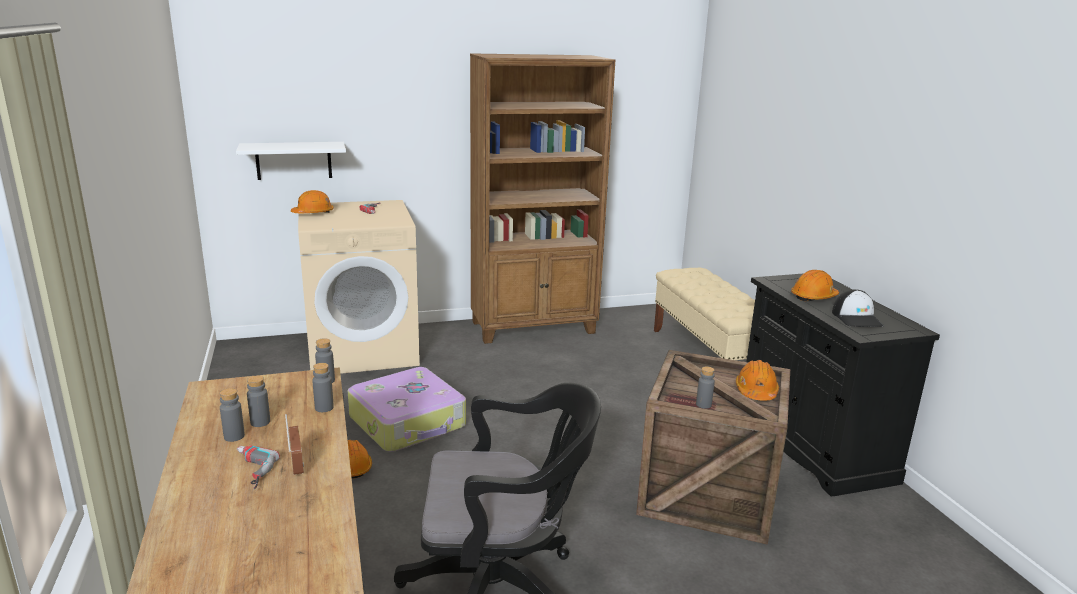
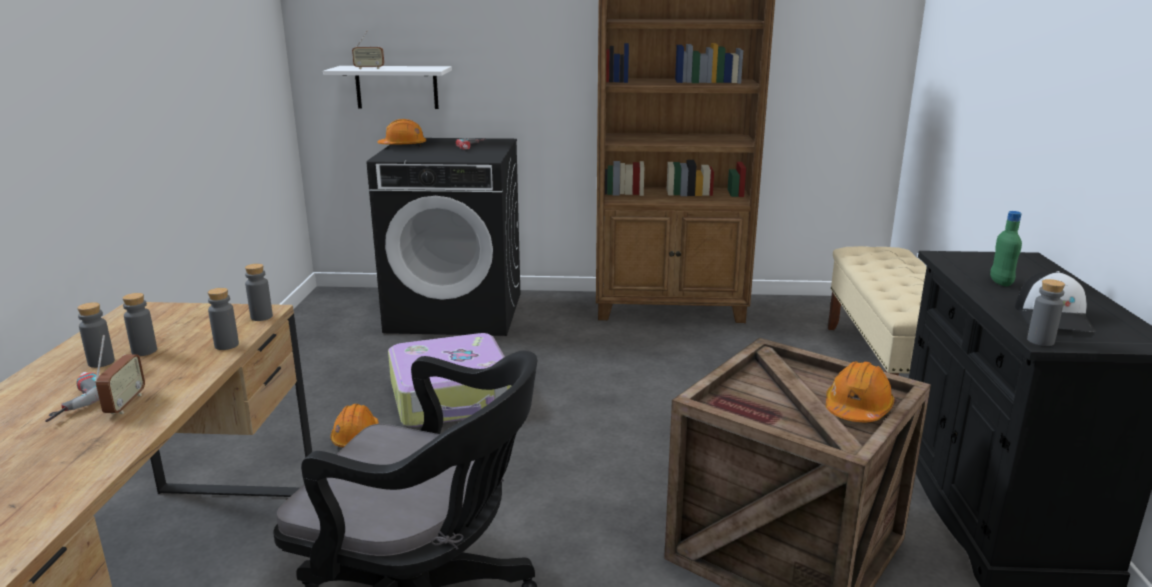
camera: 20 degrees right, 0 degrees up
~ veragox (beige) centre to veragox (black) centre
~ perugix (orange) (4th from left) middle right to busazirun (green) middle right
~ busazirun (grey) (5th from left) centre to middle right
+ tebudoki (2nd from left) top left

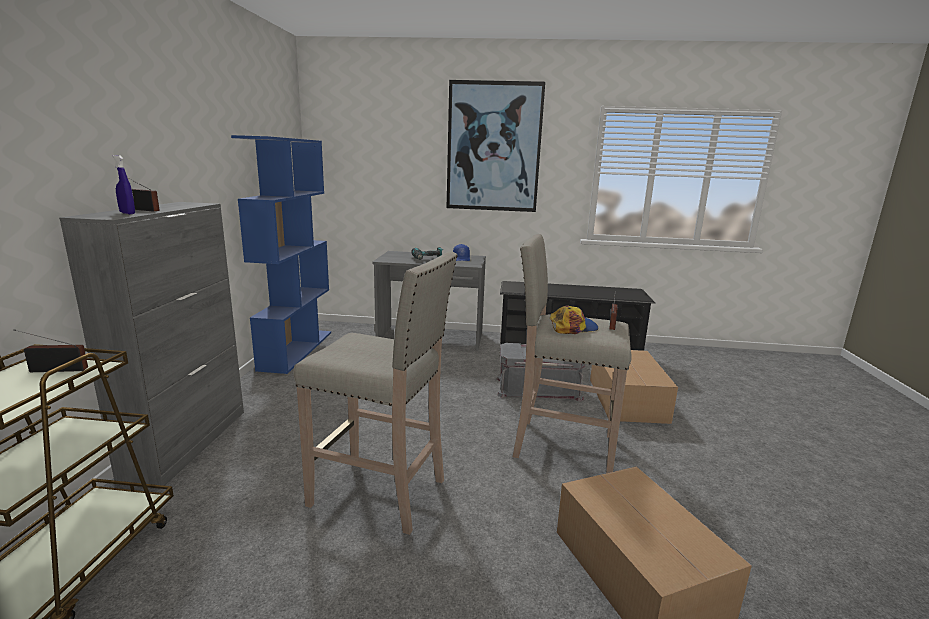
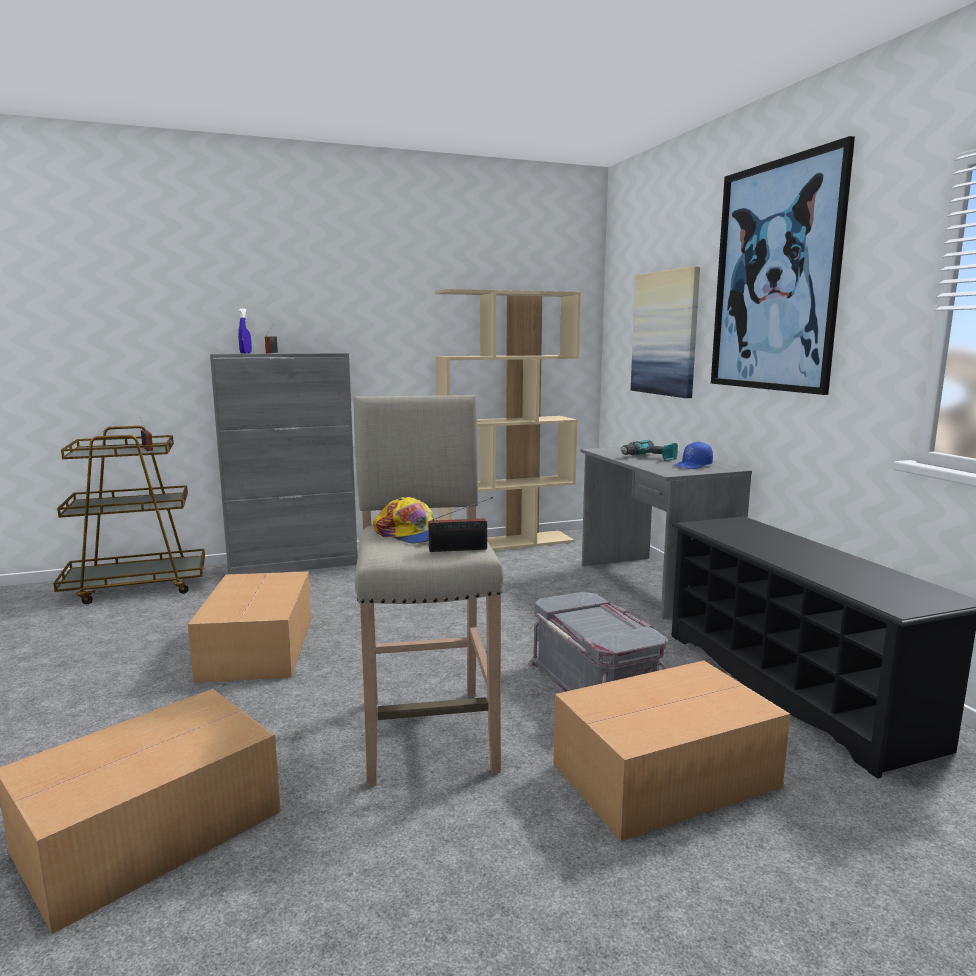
camera: 65 degrees right, 5 degrees down
~ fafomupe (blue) middle left to fafomupe (beige) centre
~ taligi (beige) (1st from left) centre to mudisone (2nd from left) middle left
+ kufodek (1st from left) middle right

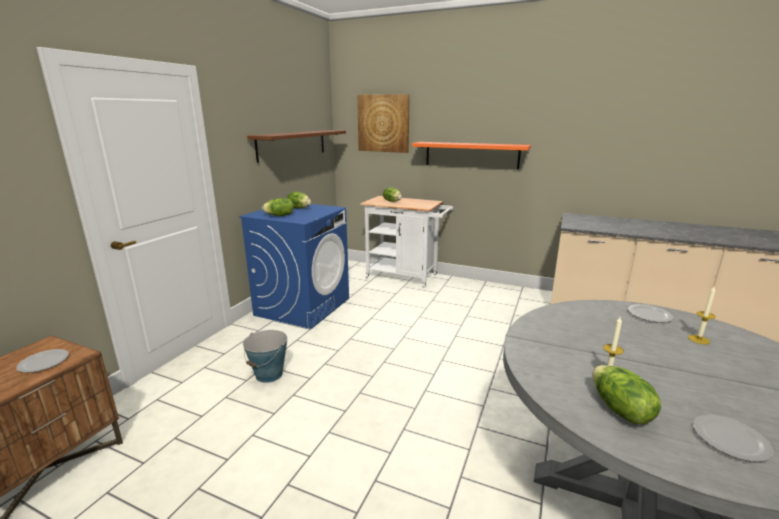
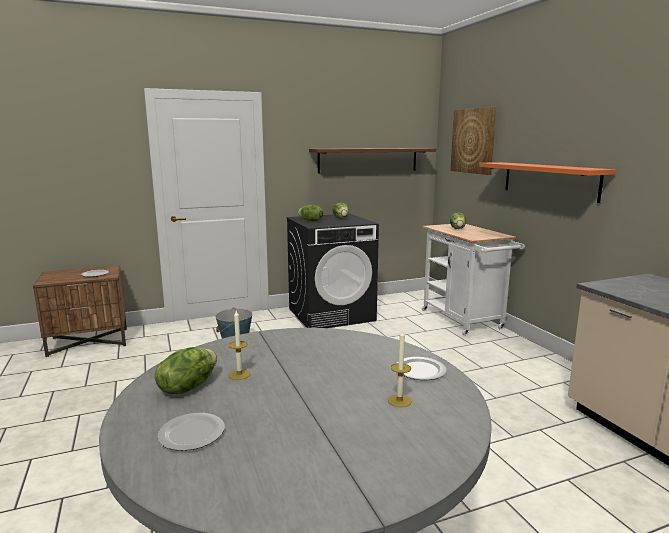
camera: 45 degrees right, 5 degrees down
~ veragox (blue) centre to veragox (black) centre

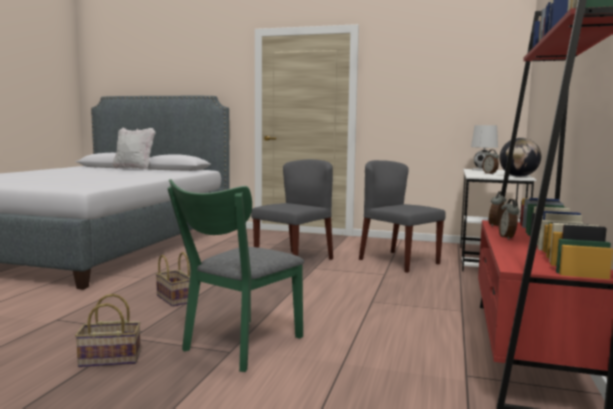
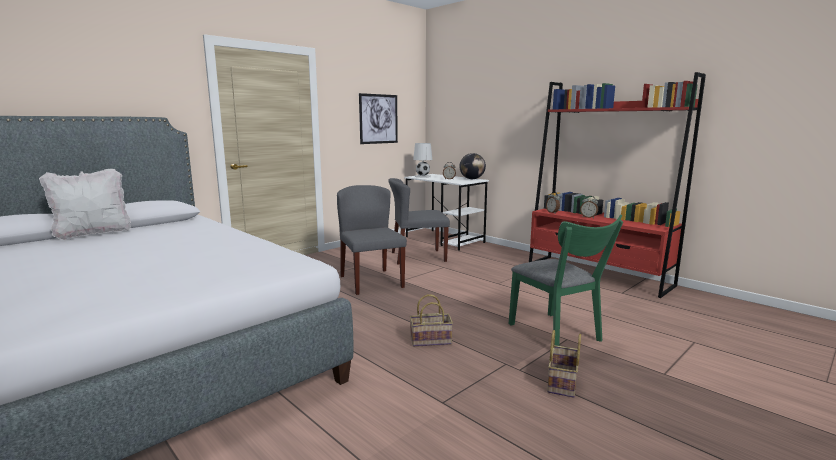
camera: 60 degrees left, 5 degrees up
+ kufodek top centre

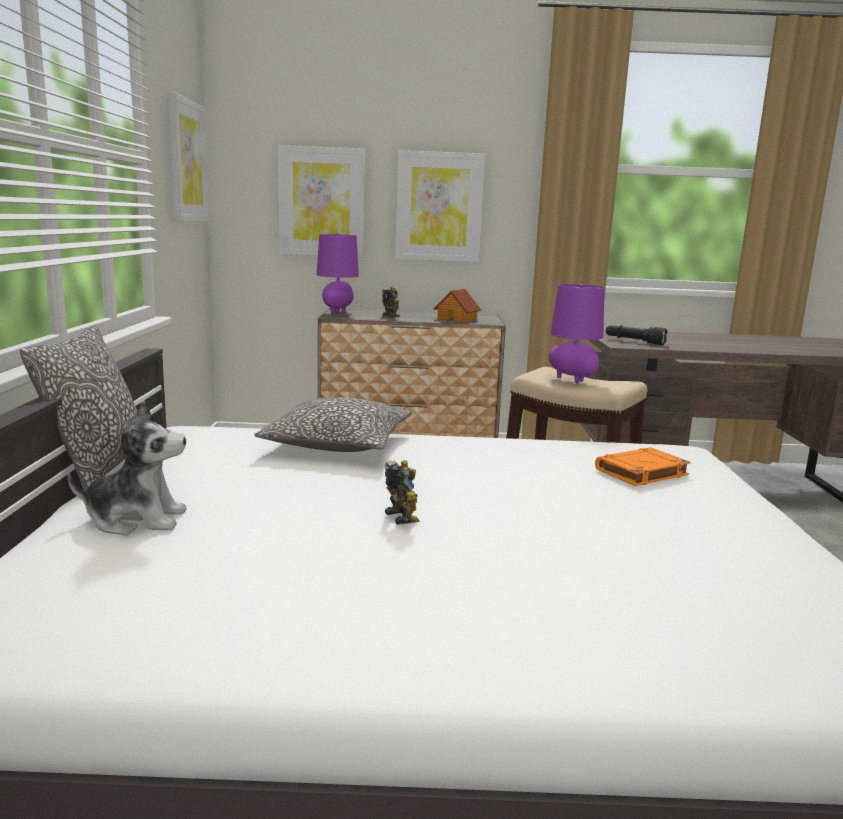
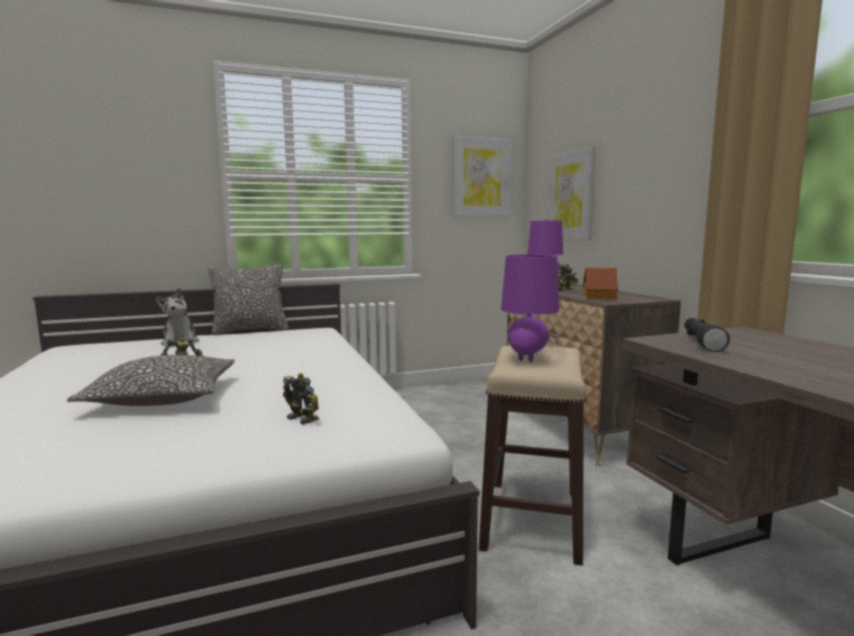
camera: 70 degrees right, 5 degrees down
- kufodek (3rd from left) top centre
~ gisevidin (2nd from left in the first image) centre to gisevidin (1st from left) middle left
~ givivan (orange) middle right to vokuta (2nd from left) centre

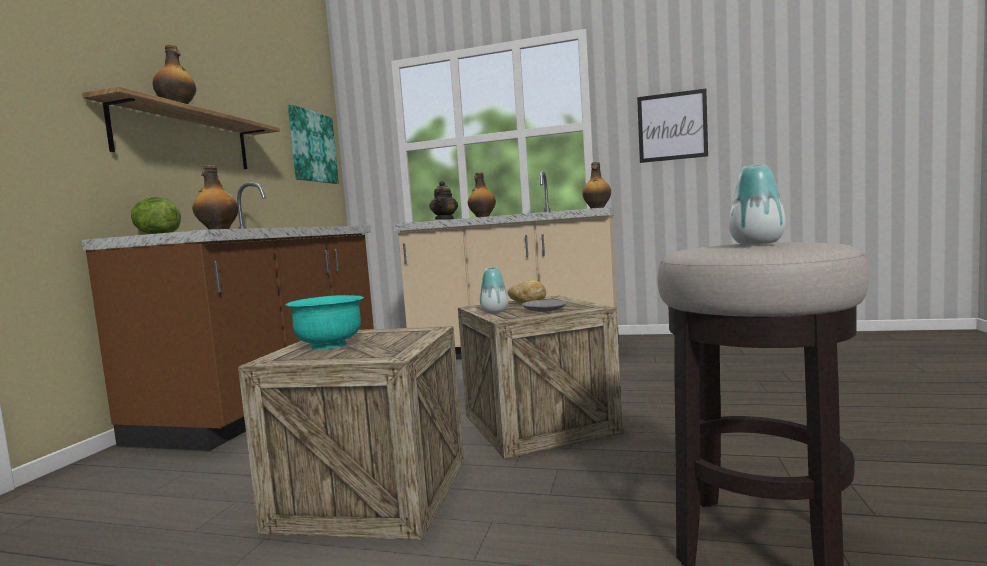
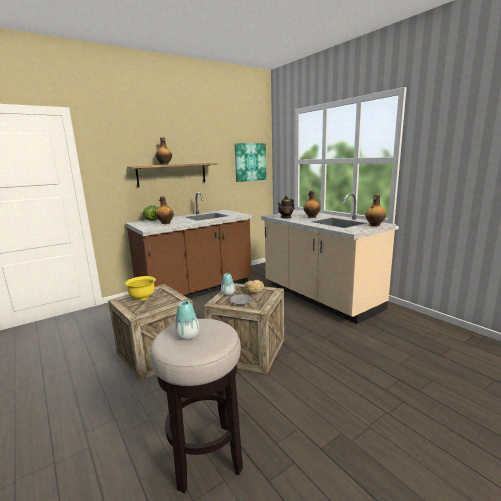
camera: 40 degrees right, 10 degrees up
- kufodek (2nd from left) top right
~ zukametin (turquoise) middle left to zukametin (yellow) middle left

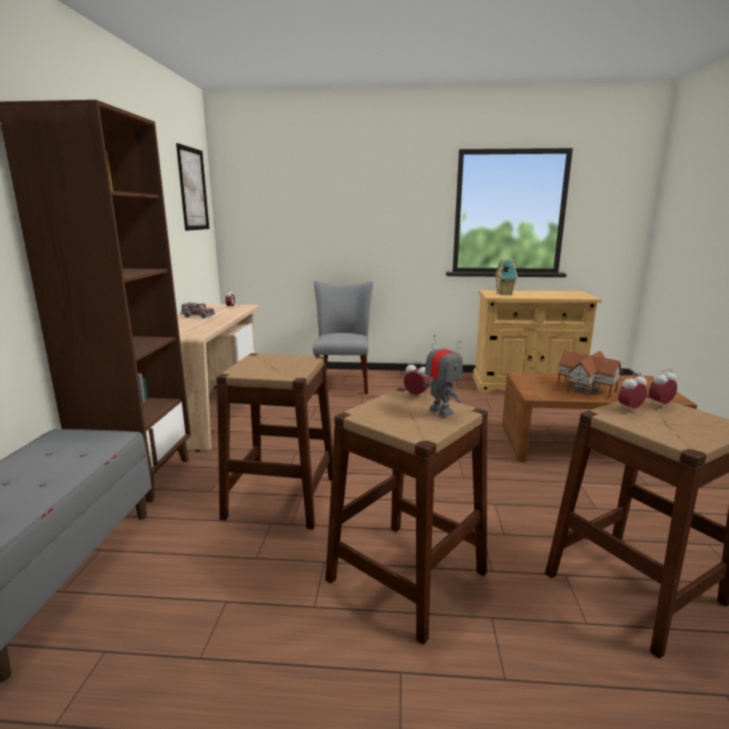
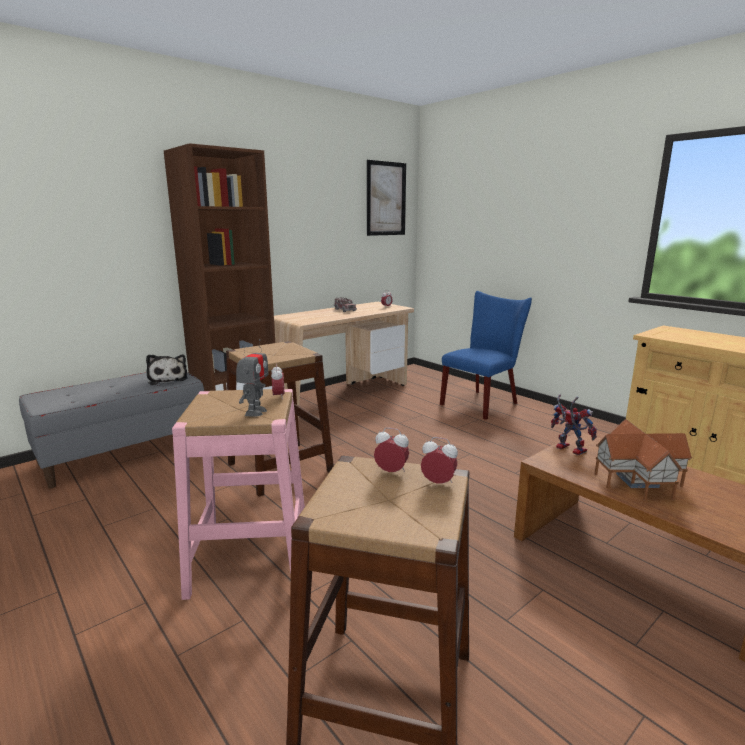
camera: 45 degrees right, 0 degrees up
- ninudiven (1st from left) middle right
~ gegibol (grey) centre to gegibol (blue) centre
~ taligi (brown) (2nd from left) bottom centre to taligi (pink) middle left
+ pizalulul middle left
+ vokuta (2nd from left) middle right

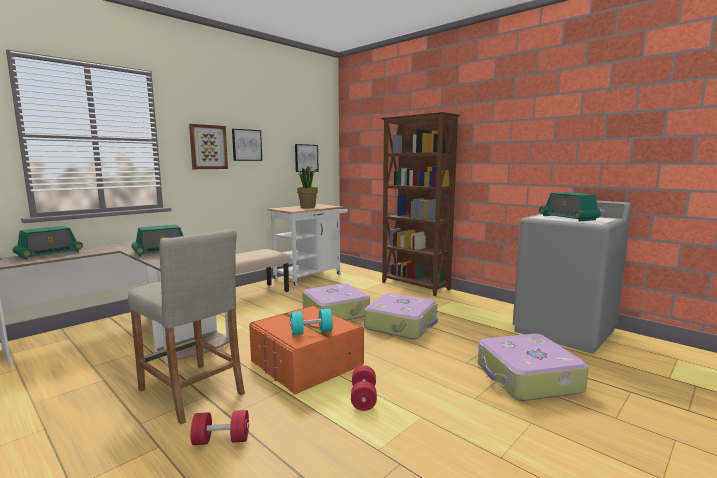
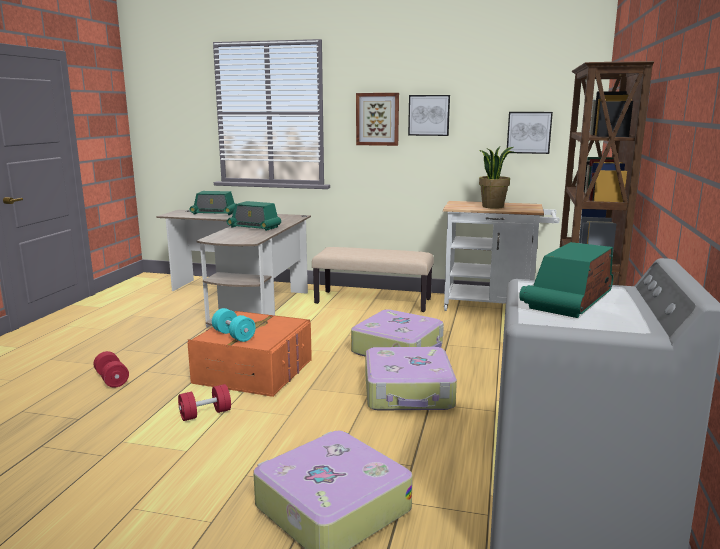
camera: 60 degrees right, 5 degrees up
- taligi (beige) bottom left

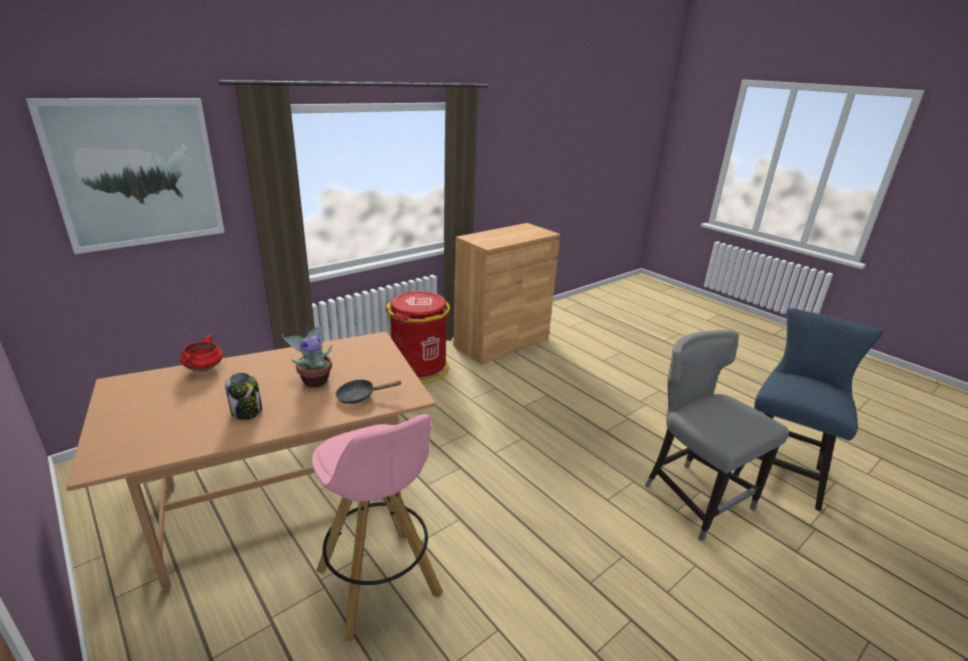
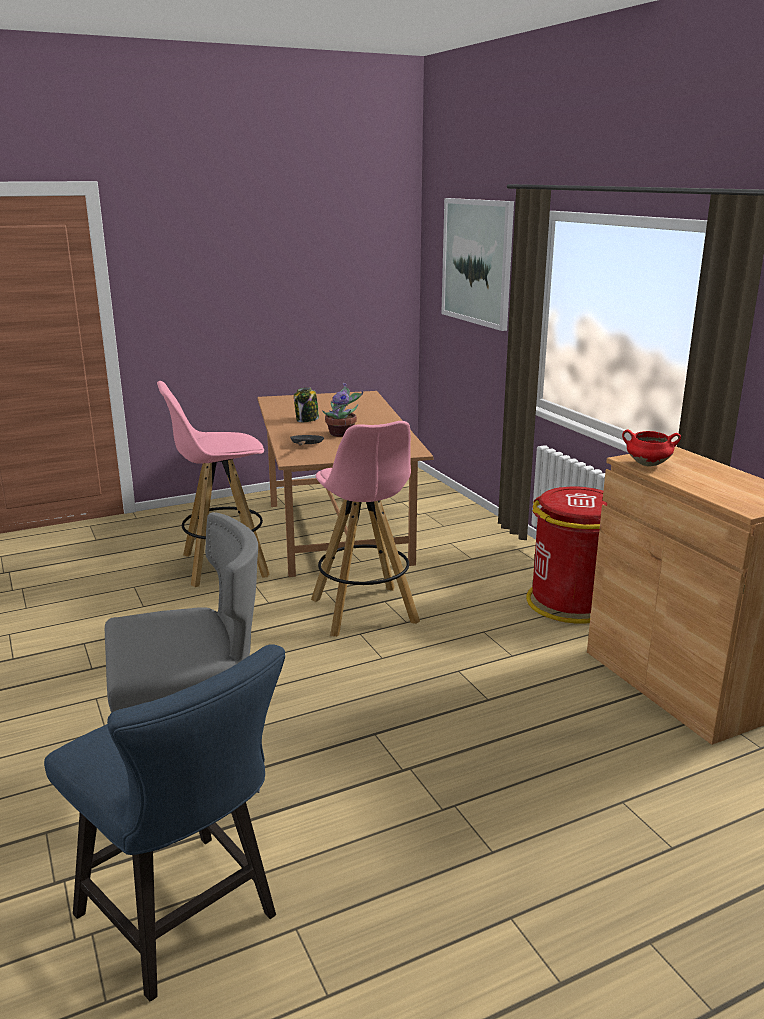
camera: 105 degrees right, 5 degrees down
~ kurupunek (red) middle left to middle right
+ taligi (pink) (2nd from left) centre

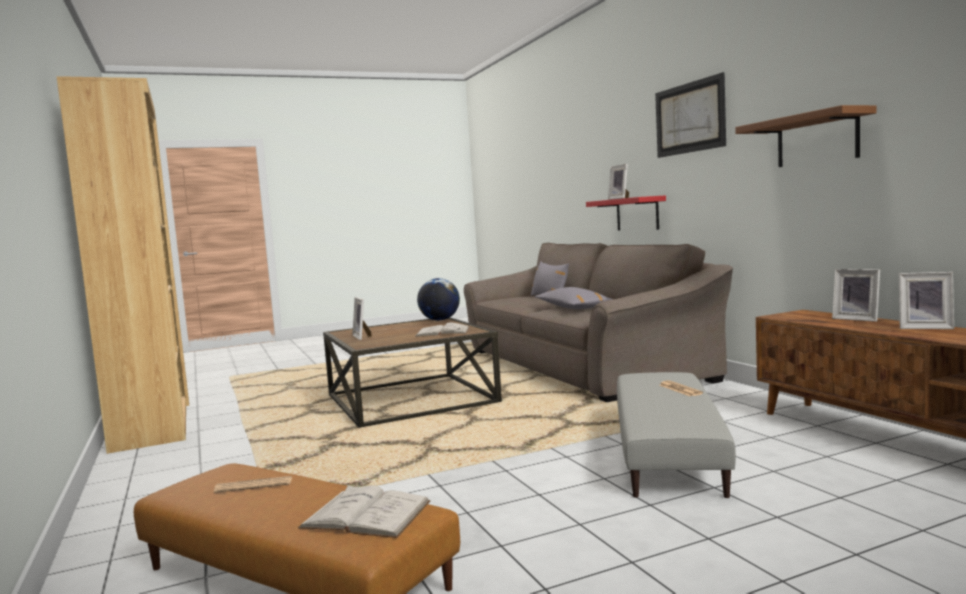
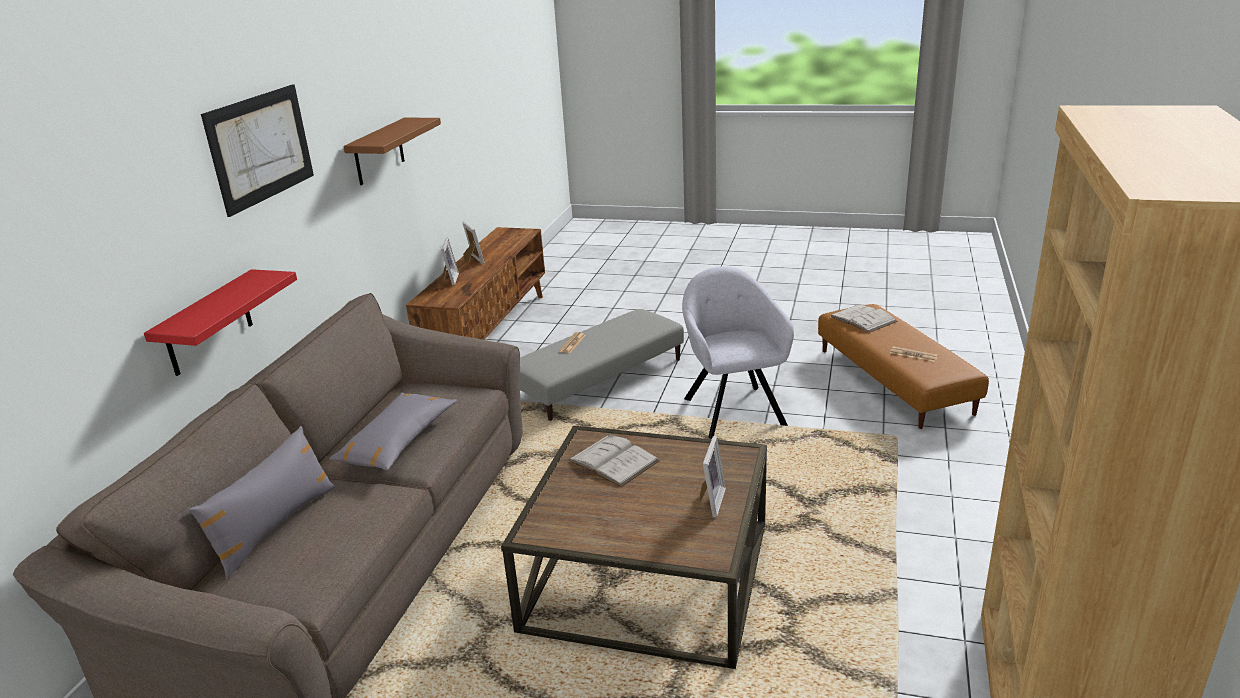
camera: 140 degrees left, 20 degrees up
- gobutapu (2nd from left) top centre
- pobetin centre
+ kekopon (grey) centre

